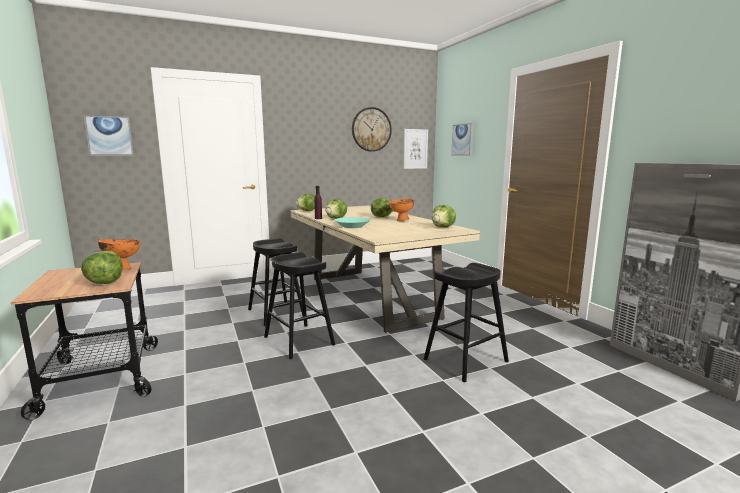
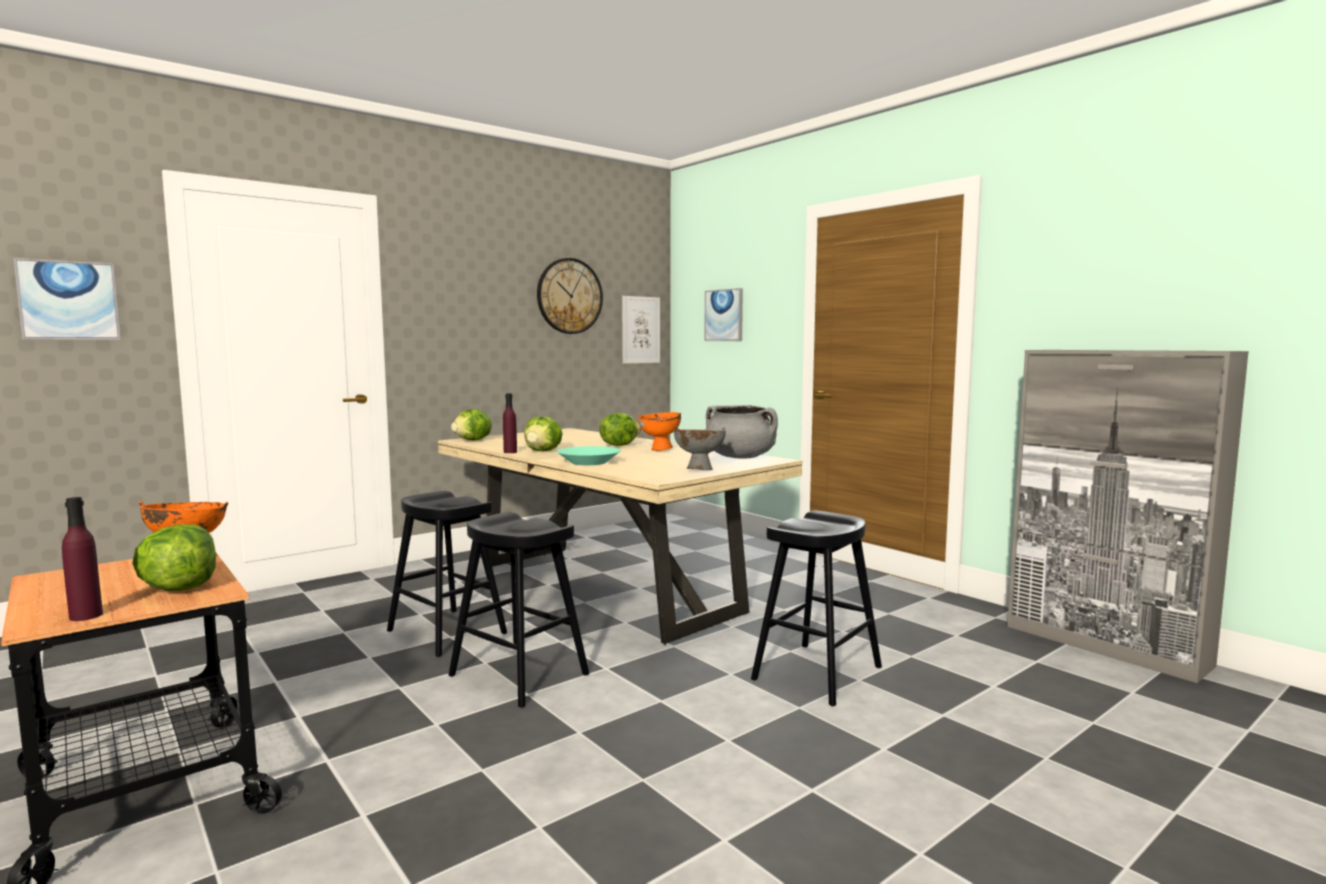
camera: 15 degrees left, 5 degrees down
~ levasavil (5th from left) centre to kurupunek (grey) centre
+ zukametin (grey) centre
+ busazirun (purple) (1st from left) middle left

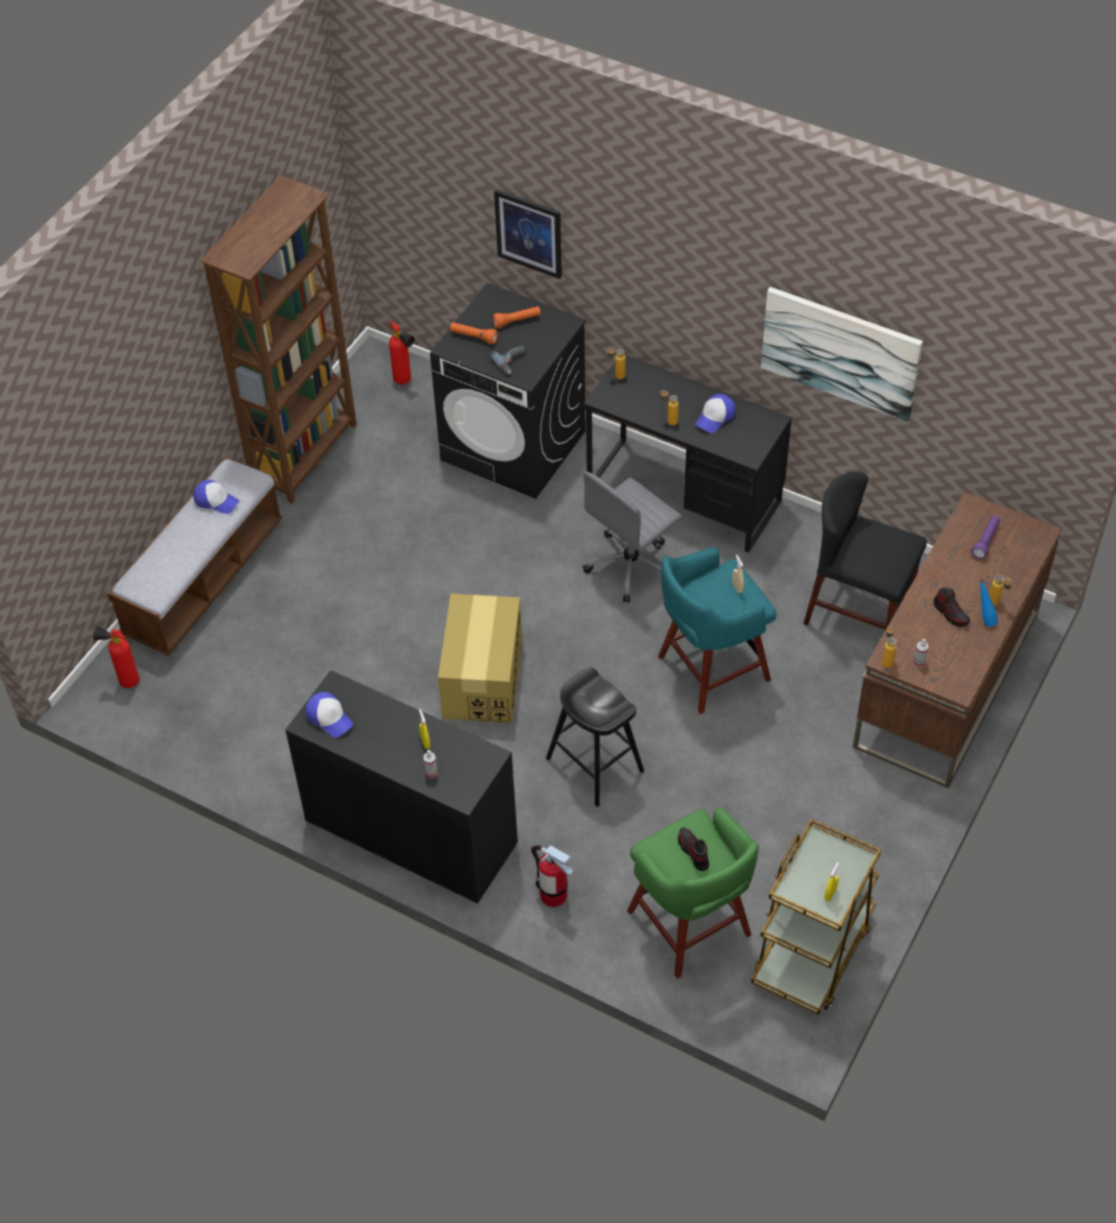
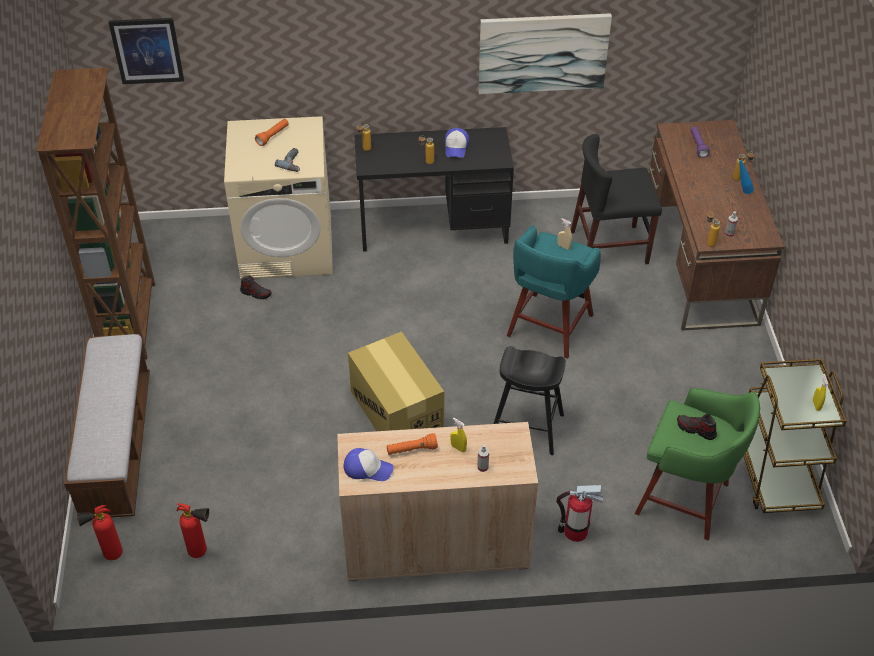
camera: 35 degrees left, 5 degrees down
~ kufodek (1st from left) top centre to top left
~ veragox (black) top centre to veragox (beige) top left
~ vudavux (2nd from left) top centre to bottom left
~ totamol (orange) (1st from left in the first image) top centre to totamol (orange) (2nd from left) bottom centre
- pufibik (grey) centre
- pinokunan (1st from left) middle left
~ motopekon (2nd from left in the first image) middle right to motopekon (1st from left) middle left
~ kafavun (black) centre to kafavun (beige) bottom centre

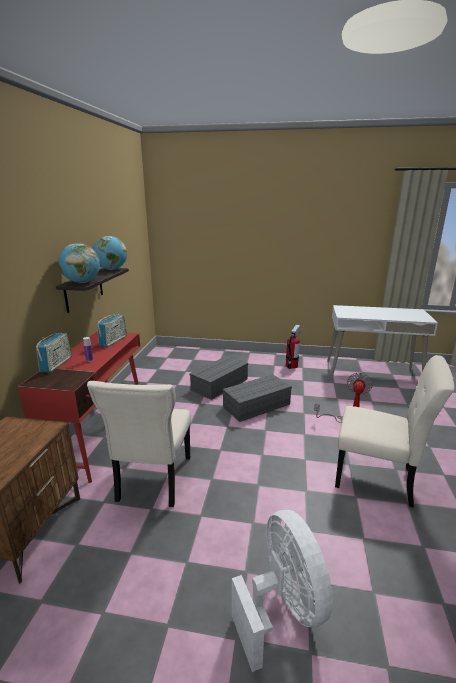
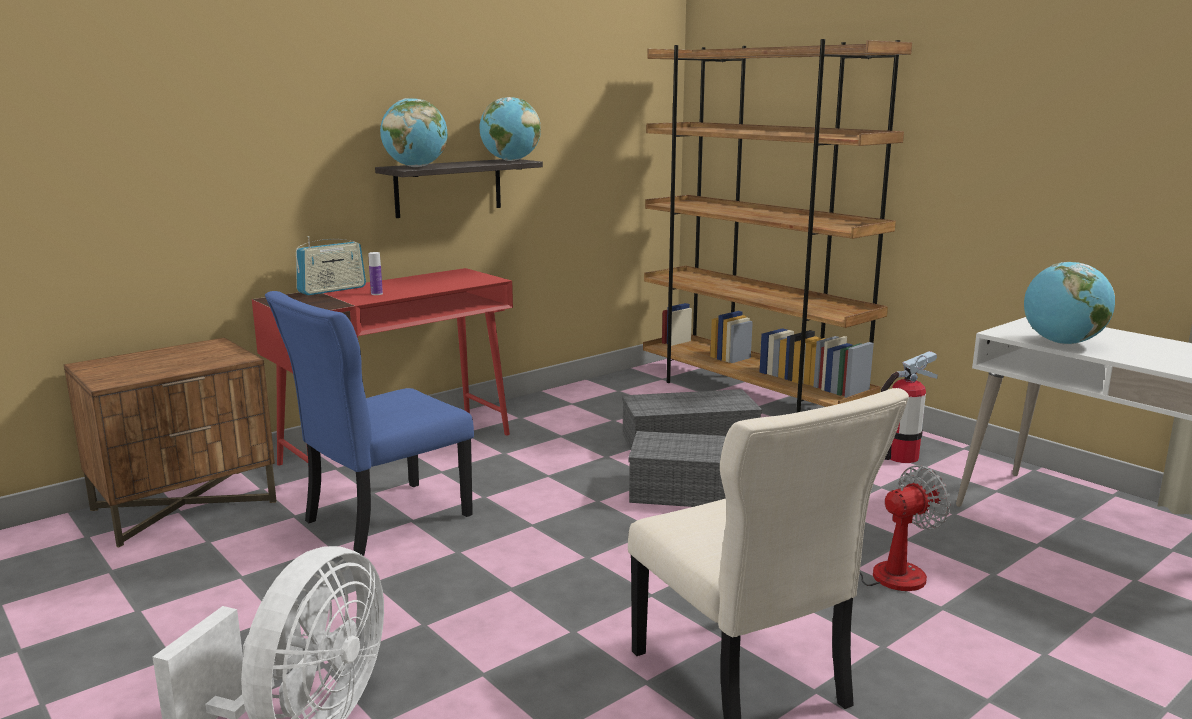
camera: 40 degrees right, 5 degrees down
- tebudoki (2nd from left) middle left
~ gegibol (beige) (1st from left) middle left to gegibol (blue) middle left
+ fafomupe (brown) top centre
+ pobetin (3rd from left) middle right

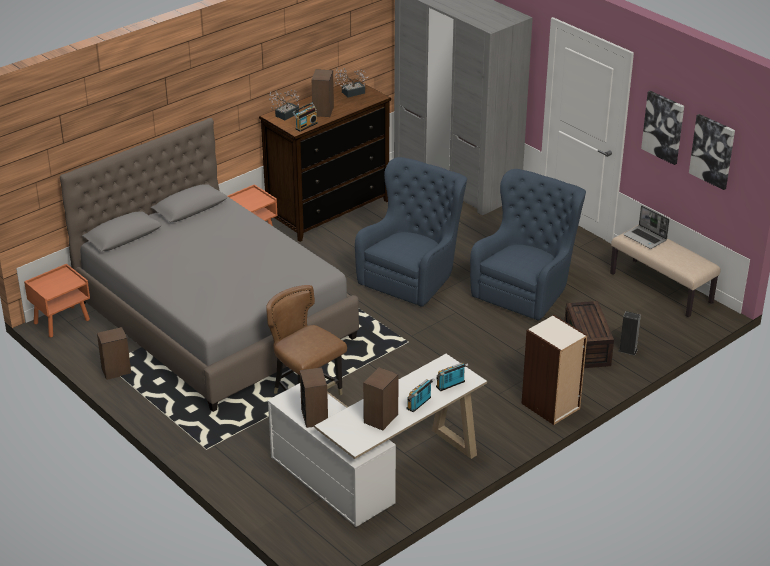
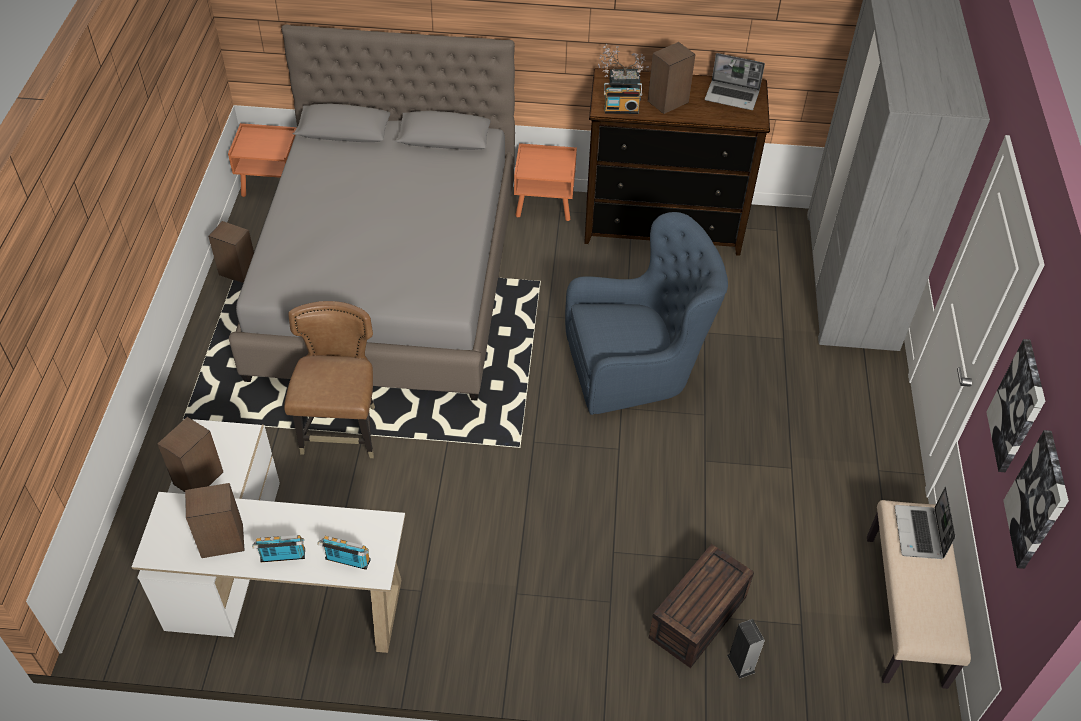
camera: 45 degrees right, 15 degrees up
~ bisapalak (2nd from left) top centre to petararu (1st from left) top right
- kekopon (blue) (2nd from left) middle right
- fafomupe middle right

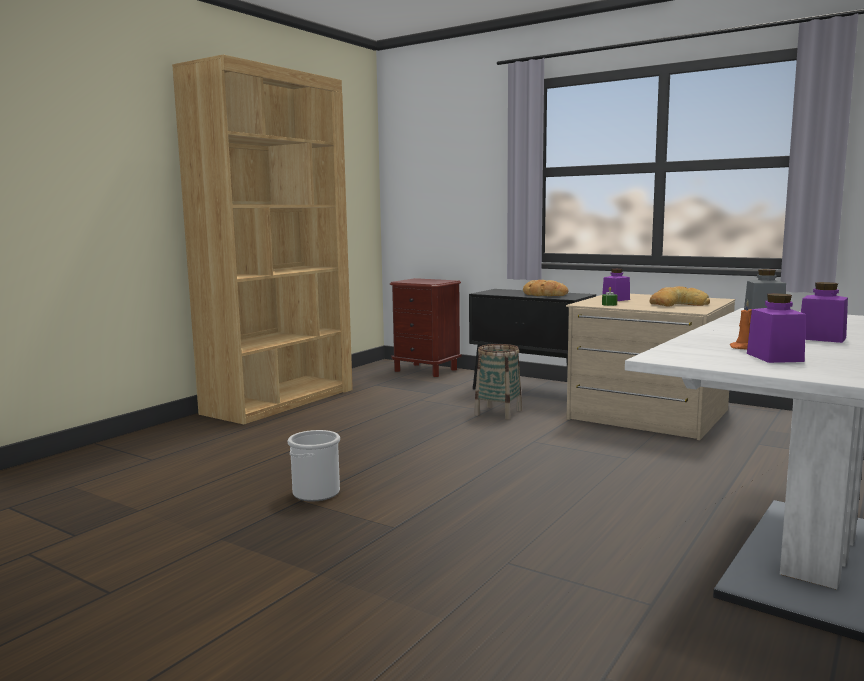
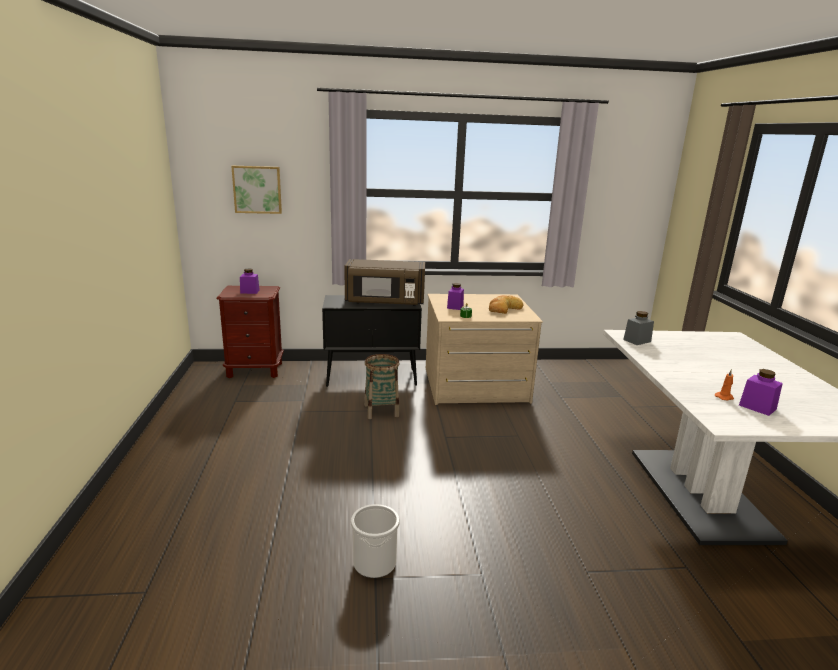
camera: 40 degrees left, 10 degrees up
- fafomupe (brown) middle left
~ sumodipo (1st from left) centre to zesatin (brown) centre
~ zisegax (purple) (3rd from left in the first image) middle right to zisegax (purple) (1st from left) middle left
+ kufodek top left

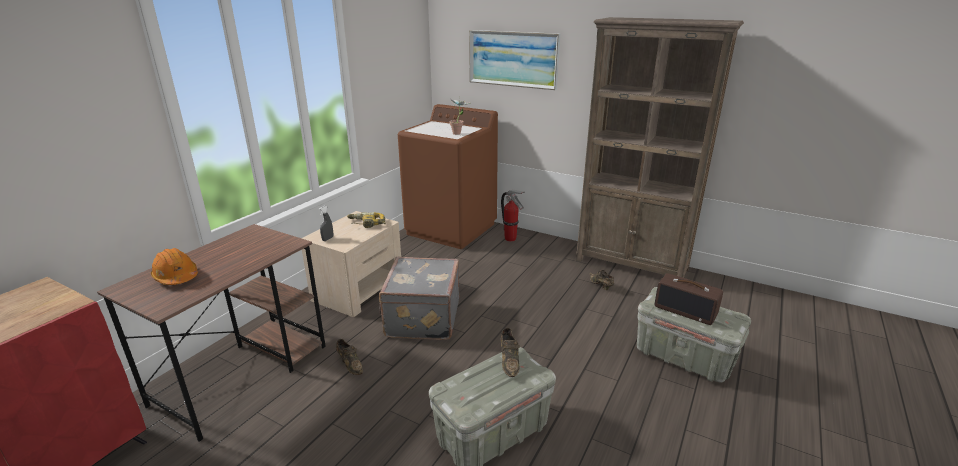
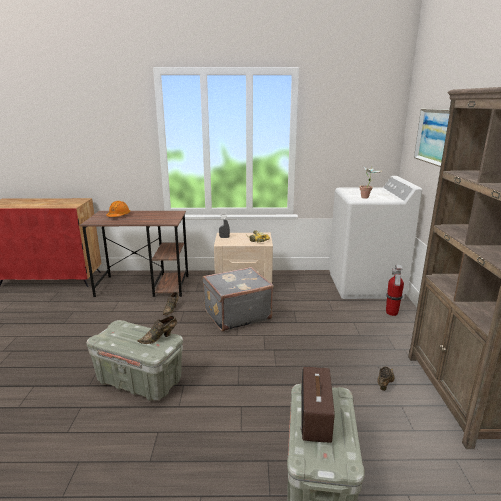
camera: 60 degrees right, 5 degrees down
~ veragox (brown) centre to veragox (white) middle right

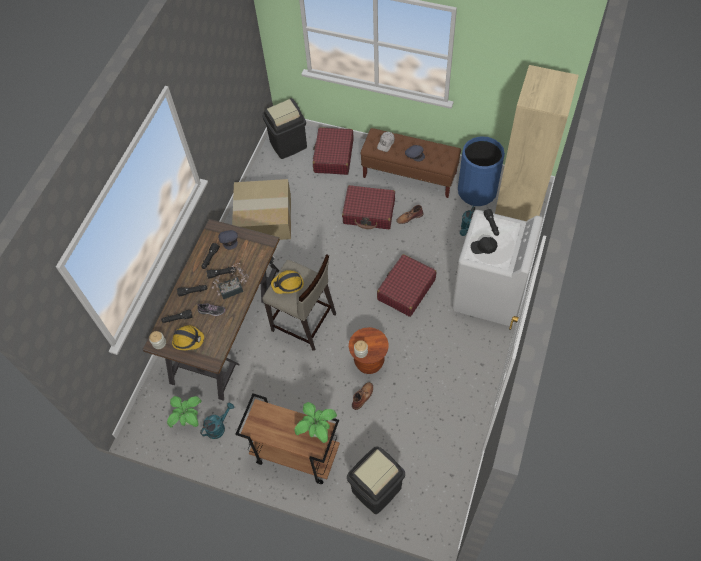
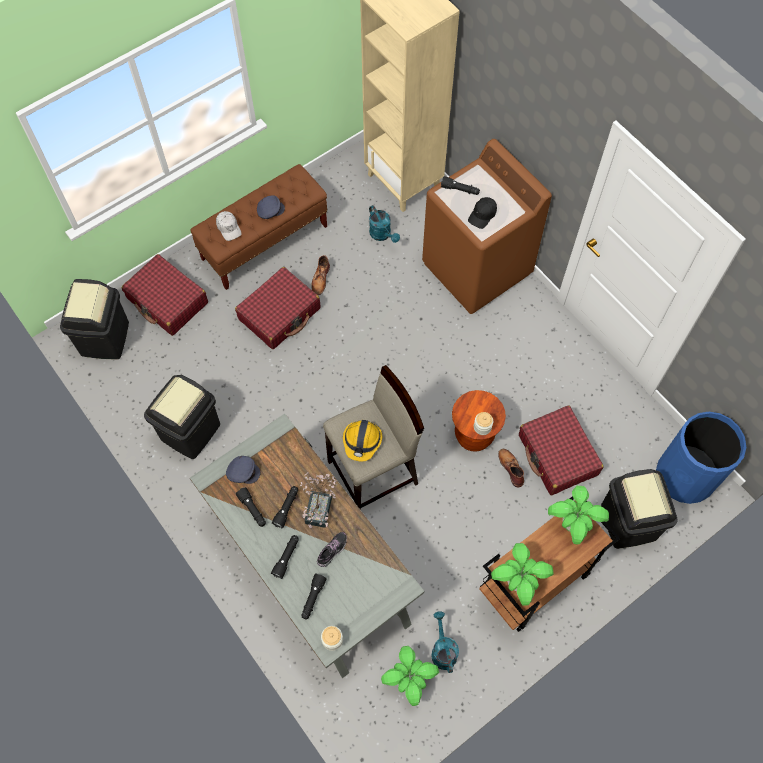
camera: 60 degrees left, 5 degrees up
~ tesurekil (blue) top right to middle right
~ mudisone centre to tesurekil (black) (2nd from left) middle left
~ veragox (white) middle right to veragox (brown) top centre
~ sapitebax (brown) middle left to sapitebax (grey) bottom centre
~ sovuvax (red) (3rd from left) centre to middle right
- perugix (1st from left) middle left
+ bisapalak (3rd from left) bottom right

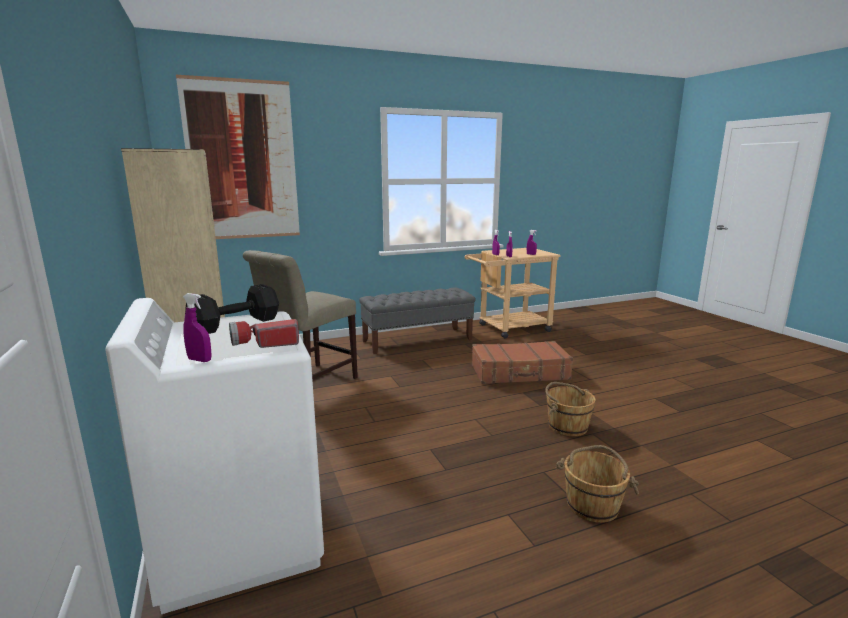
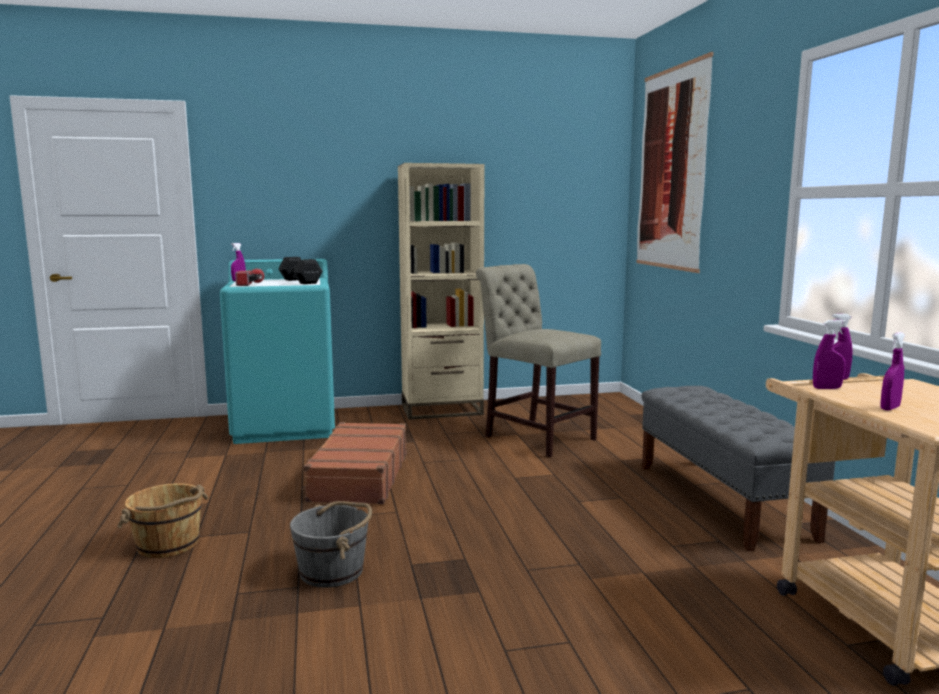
camera: 100 degrees right, 5 degrees down
~ veragox (white) bottom left to veragox (turquoise) middle left
~ sovuvax (brown) centre to bottom centre
~ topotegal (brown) (1st from left) middle right to topotegal (grey) bottom centre

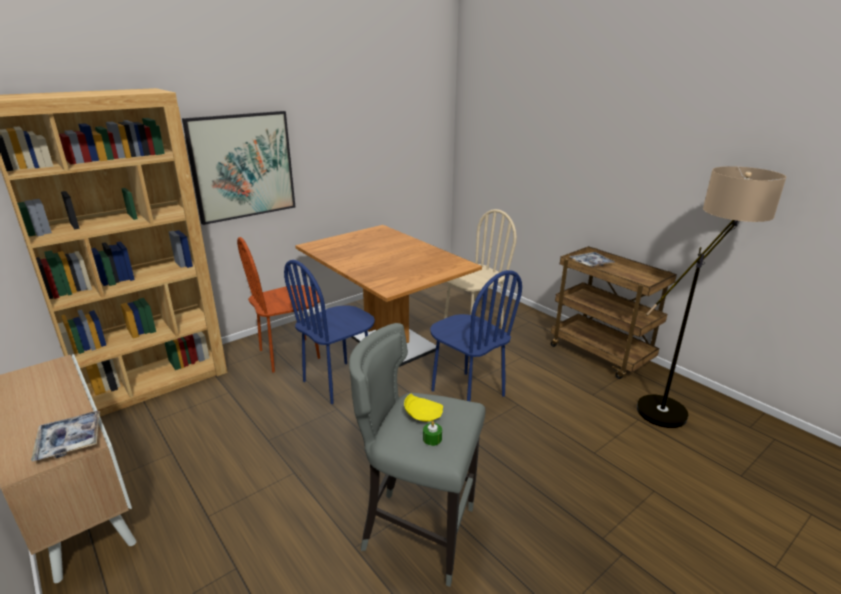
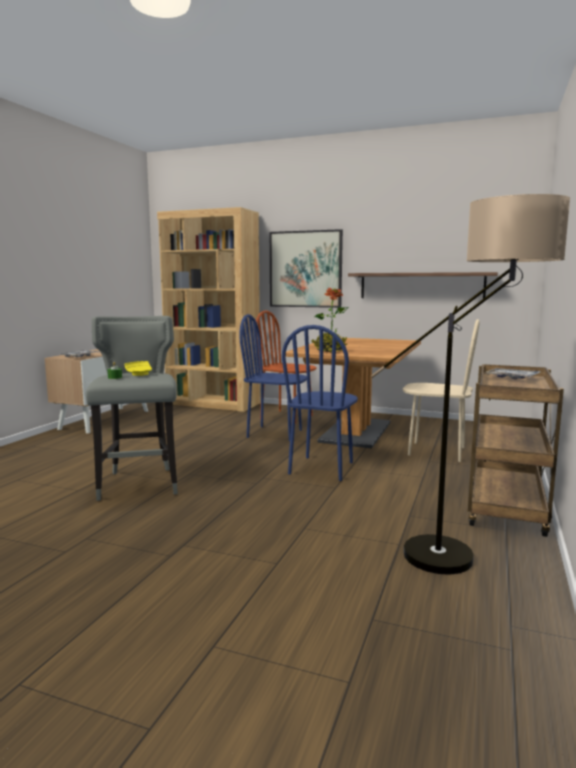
camera: 60 degrees right, 15 degrees down
+ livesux middle right
+ bisapalak centre

